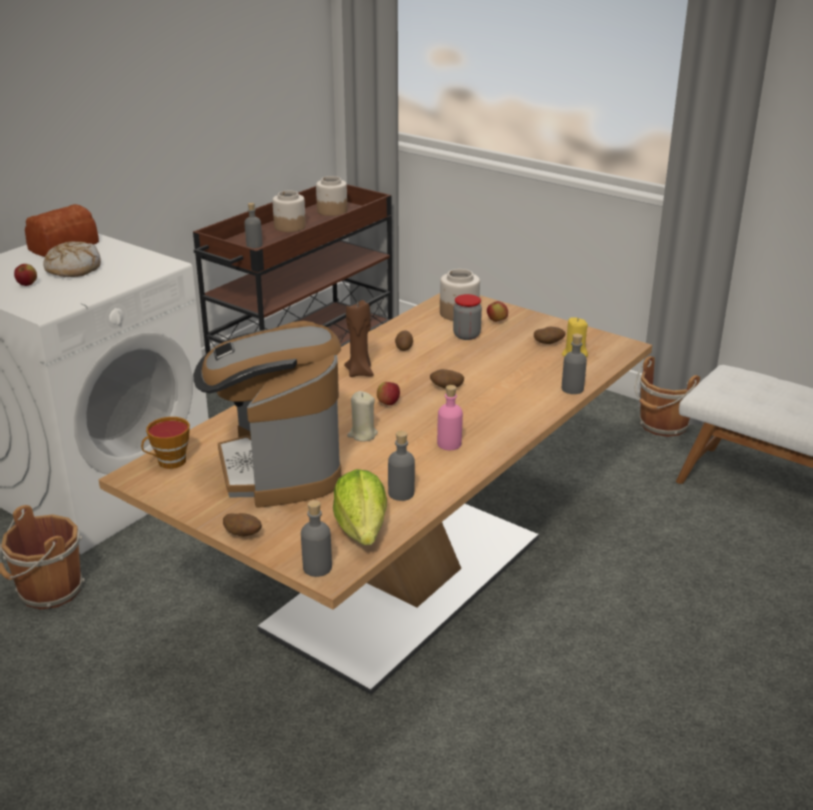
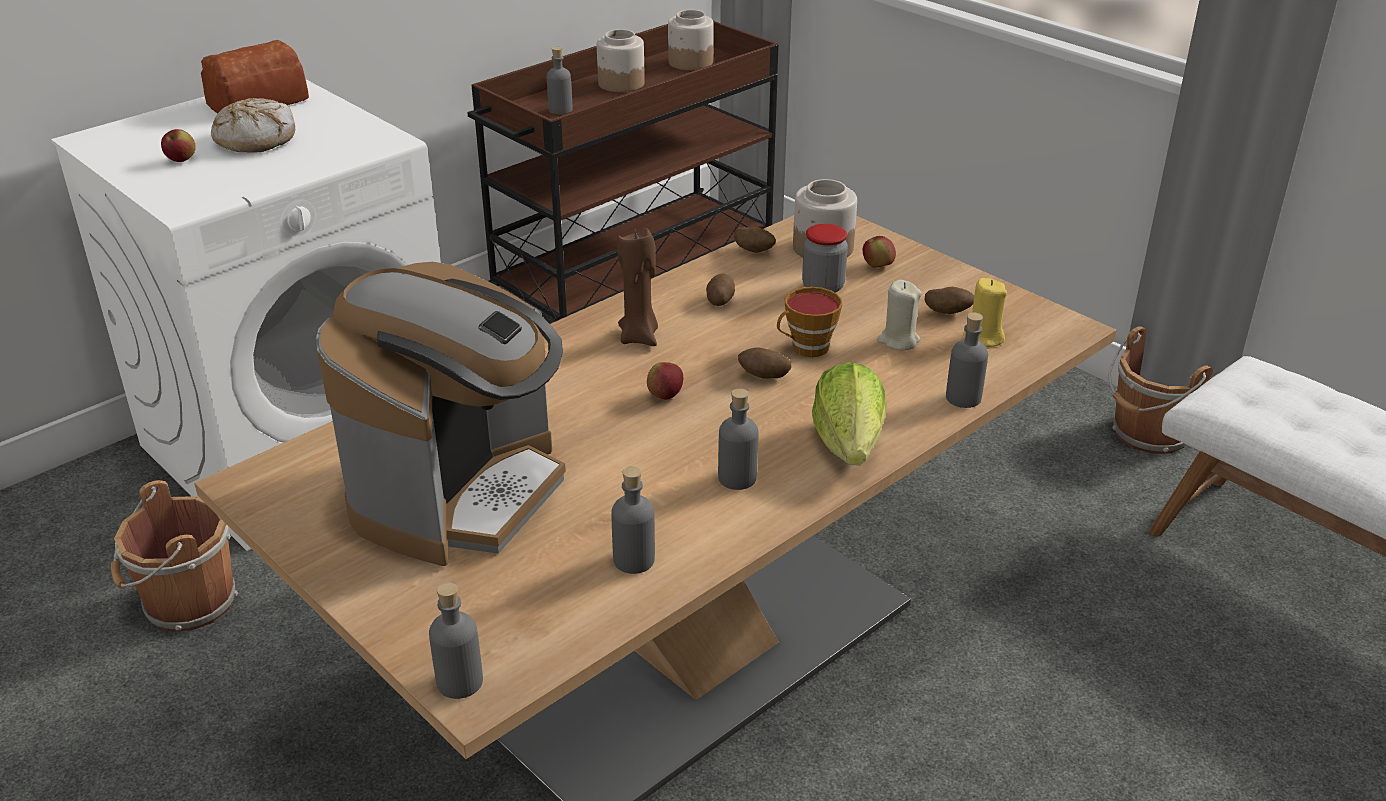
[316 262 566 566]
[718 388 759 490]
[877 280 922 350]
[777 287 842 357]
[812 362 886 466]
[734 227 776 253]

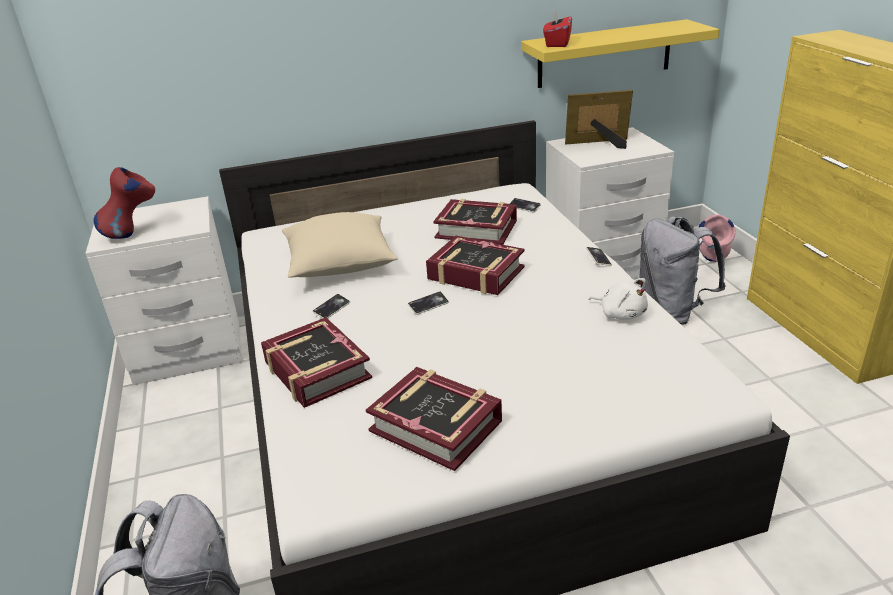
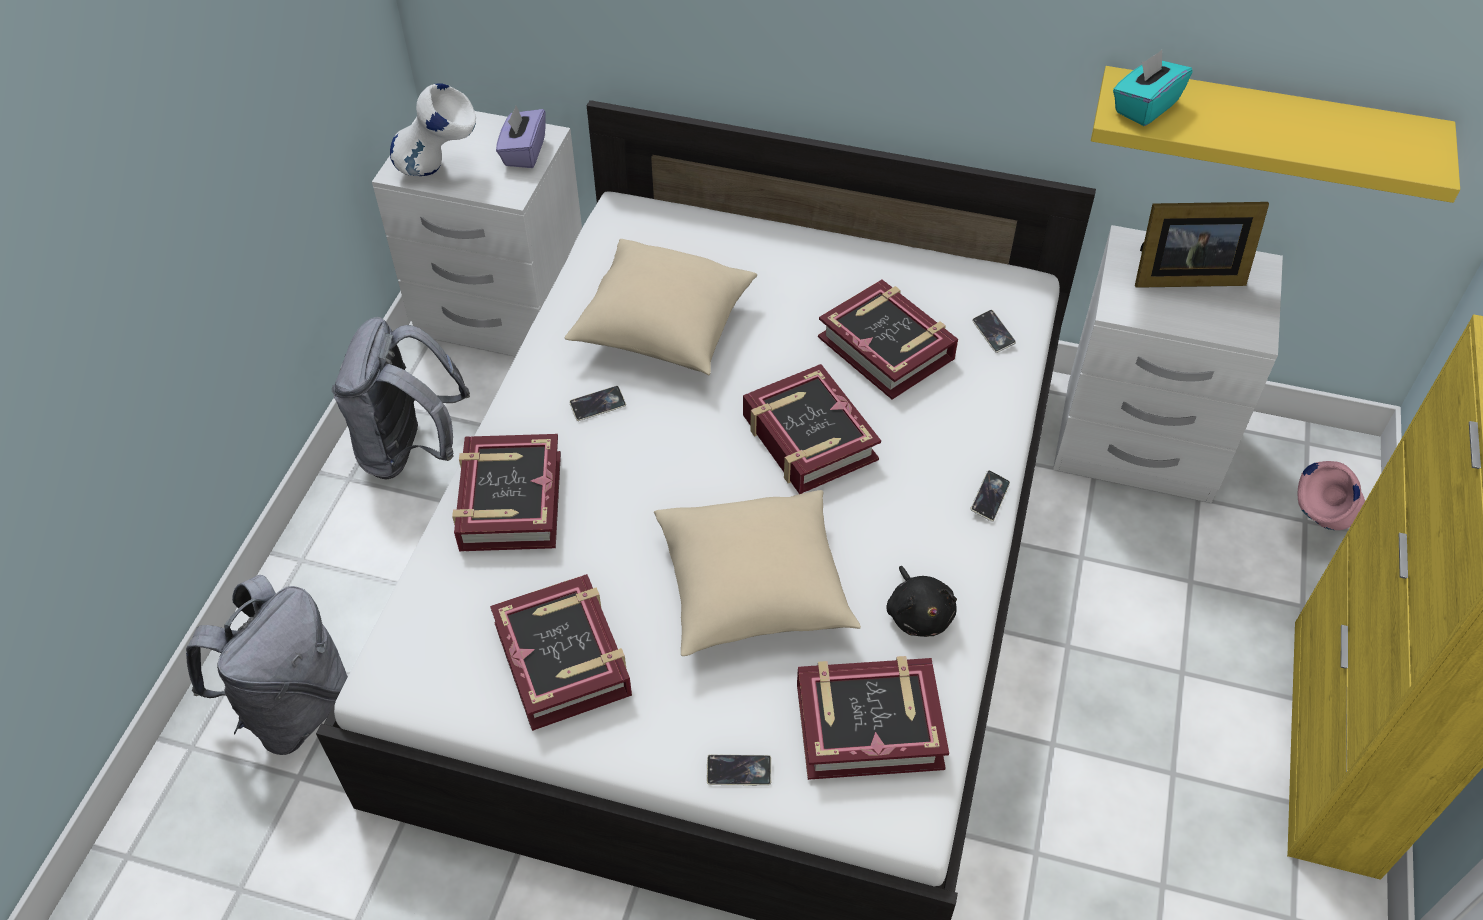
[1113 50 1192 126]
[1135 202 1269 288]
[390 83 476 176]
[332 317 470 479]
[886 566 957 637]
[707 754 772 786]
[496 106 546 168]
[654 490 861 656]
[797 656 949 780]

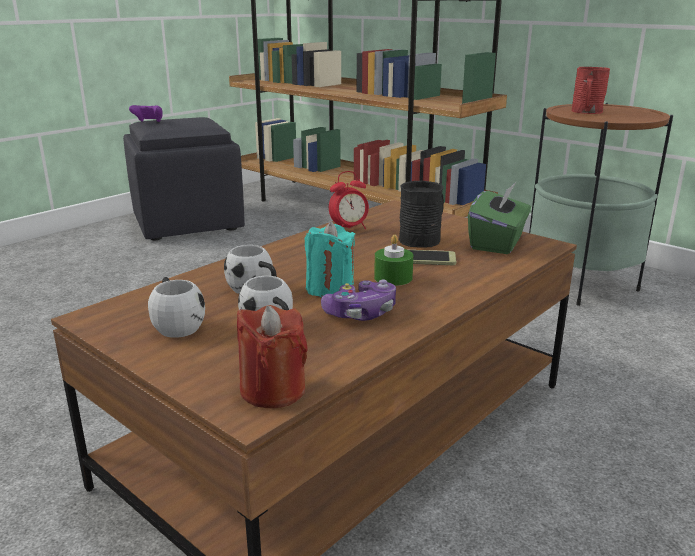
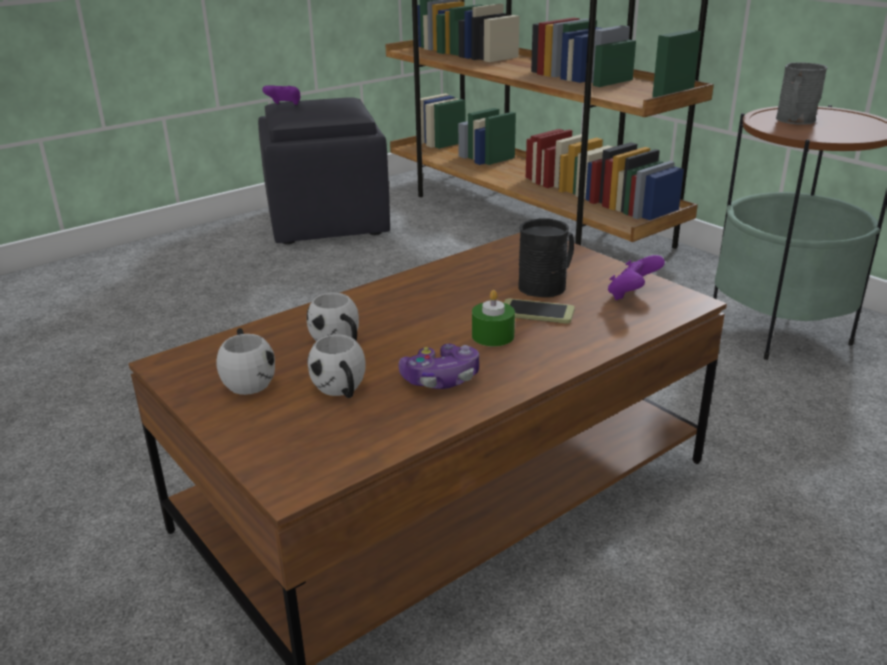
[776 62 827 125]
[329 171 369 229] (first image)
[608 255 665 300]
[304 221 355 297] (first image)
[237 305 308 408] (first image)

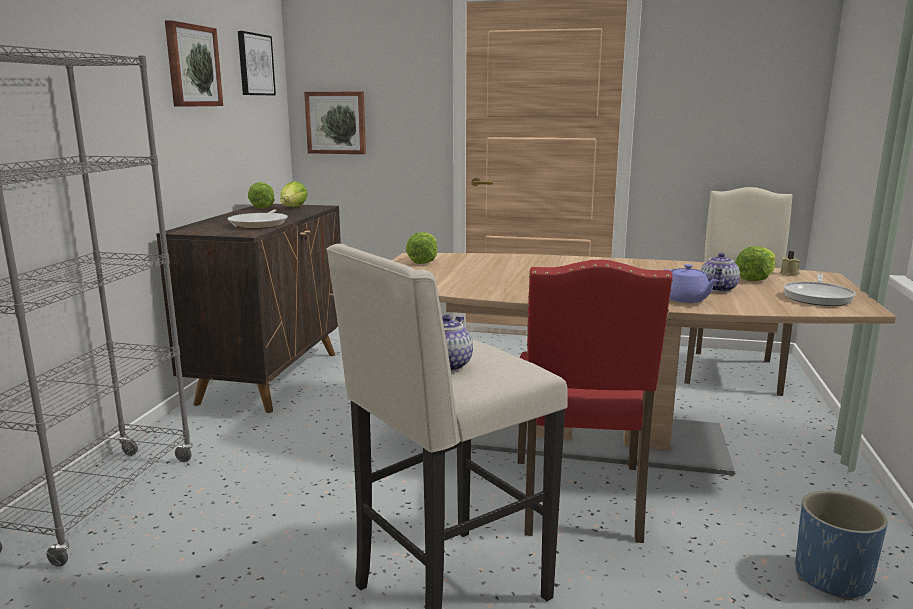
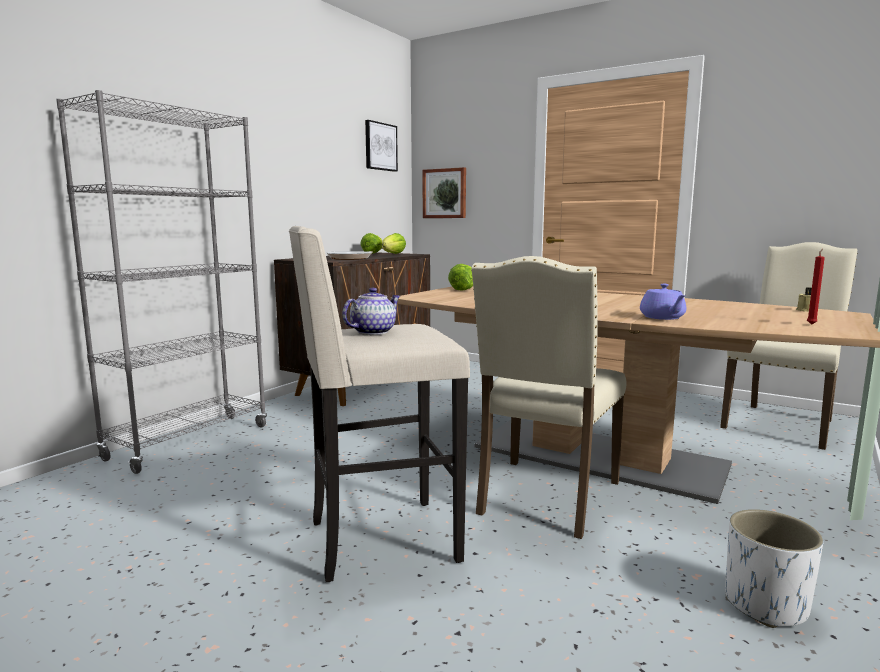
[165 20 223 107] (first image)
[735 246 775 281] (first image)
[701 253 740 292] (first image)
[471 256 626 539]
[807 249 825 325]
[725 509 823 628]

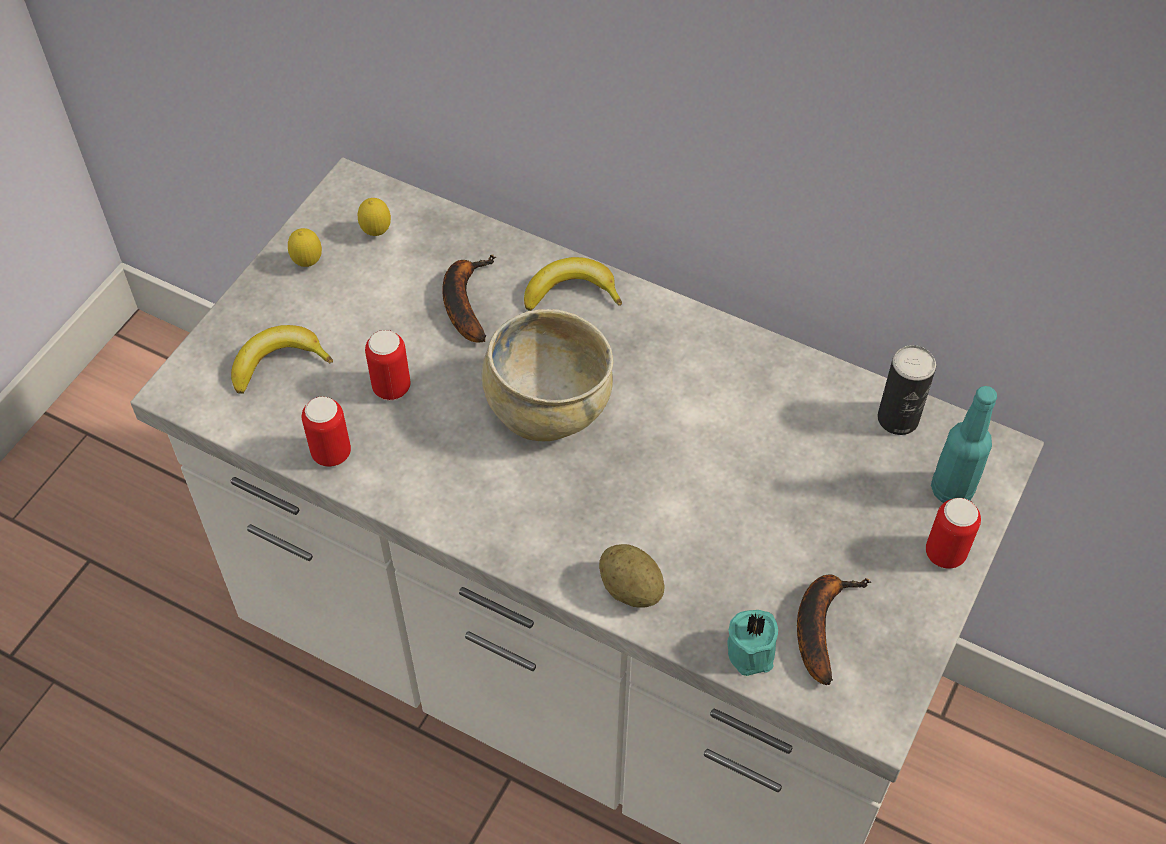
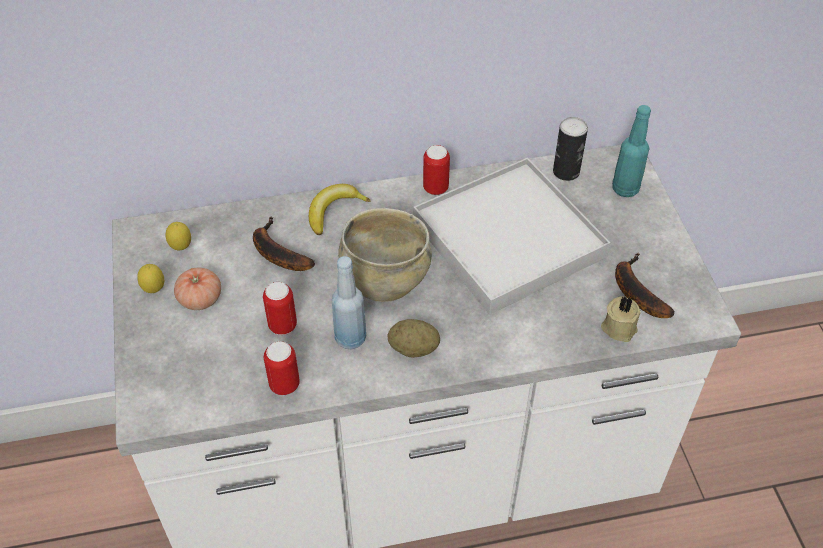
[231 325 333 394] (first image)
[423 145 450 195]
[387 319 440 358]
[601 296 641 342]
[414 158 610 314]
[332 256 366 349]
[174 268 221 310]

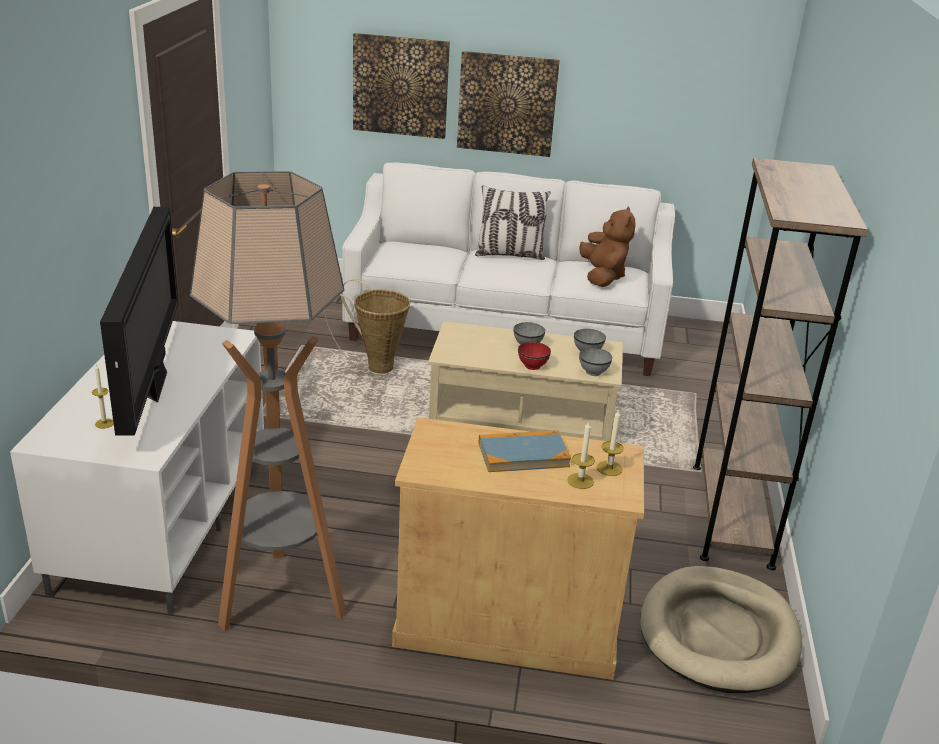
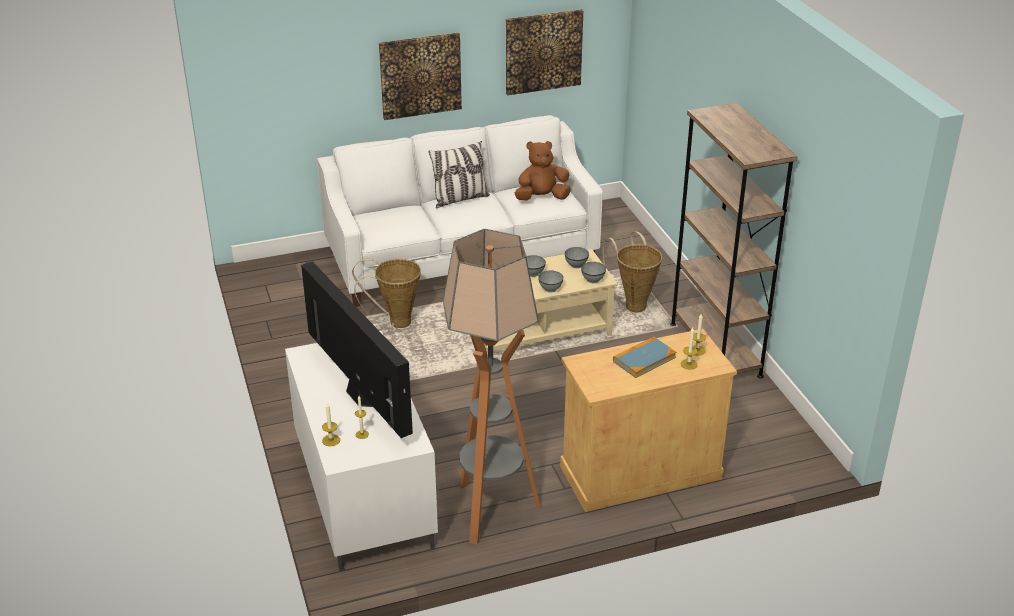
[506 9 583 95]
[515 141 571 201]
[538 271 563 293]
[640 566 802 693] (first image)
[603 231 662 312]
[322 403 340 446]

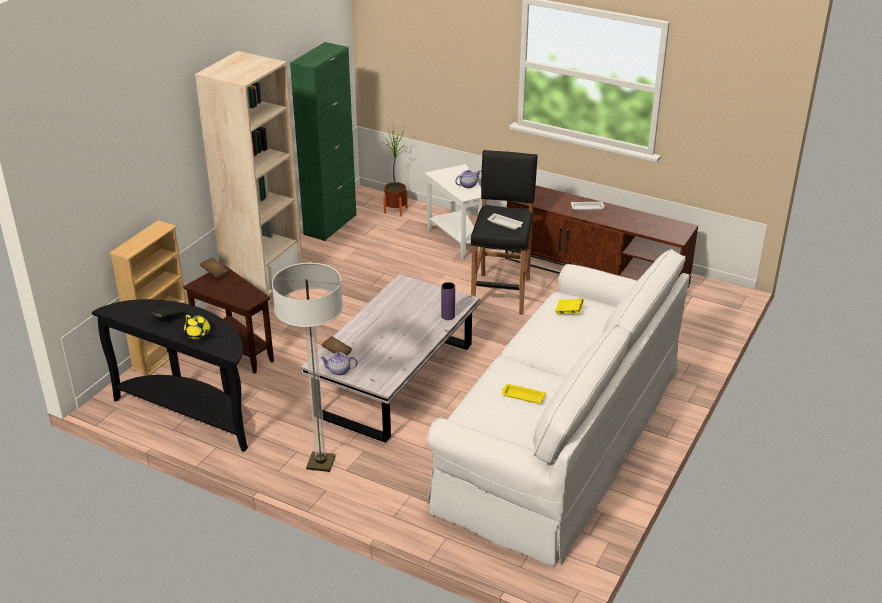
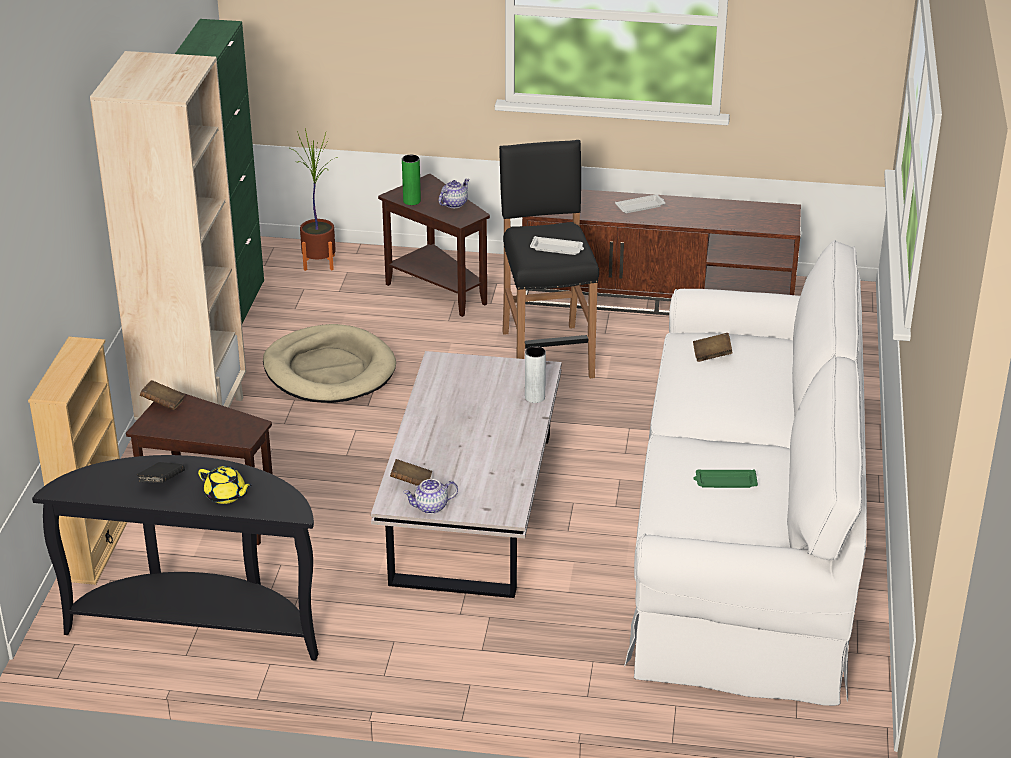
[378 174 490 317]
[272 263 343 472] (first image)
[525 346 546 403]
[693 333 733 362]
[693 469 758 488]
[402 155 421 205]
[263 324 396 403]

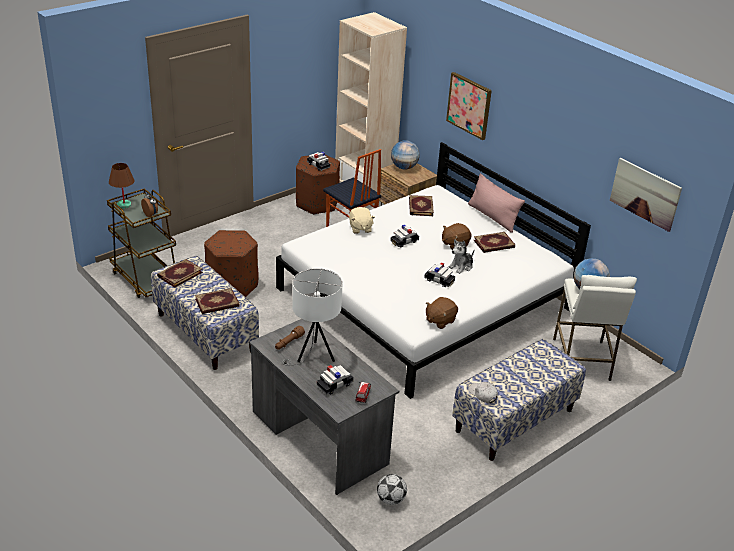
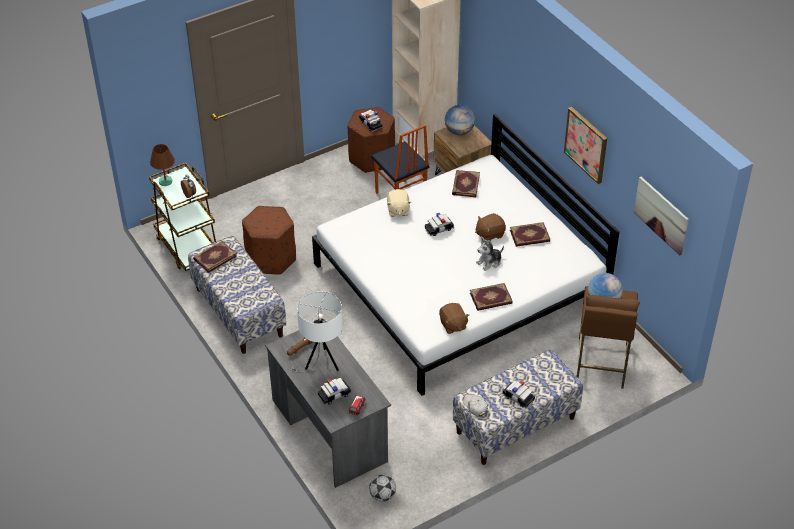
[564 107 607 184]
[468 174 525 233] (first image)
[503 381 535 408]
[577 286 640 389]
[470 283 513 311]
[439 303 469 334]

